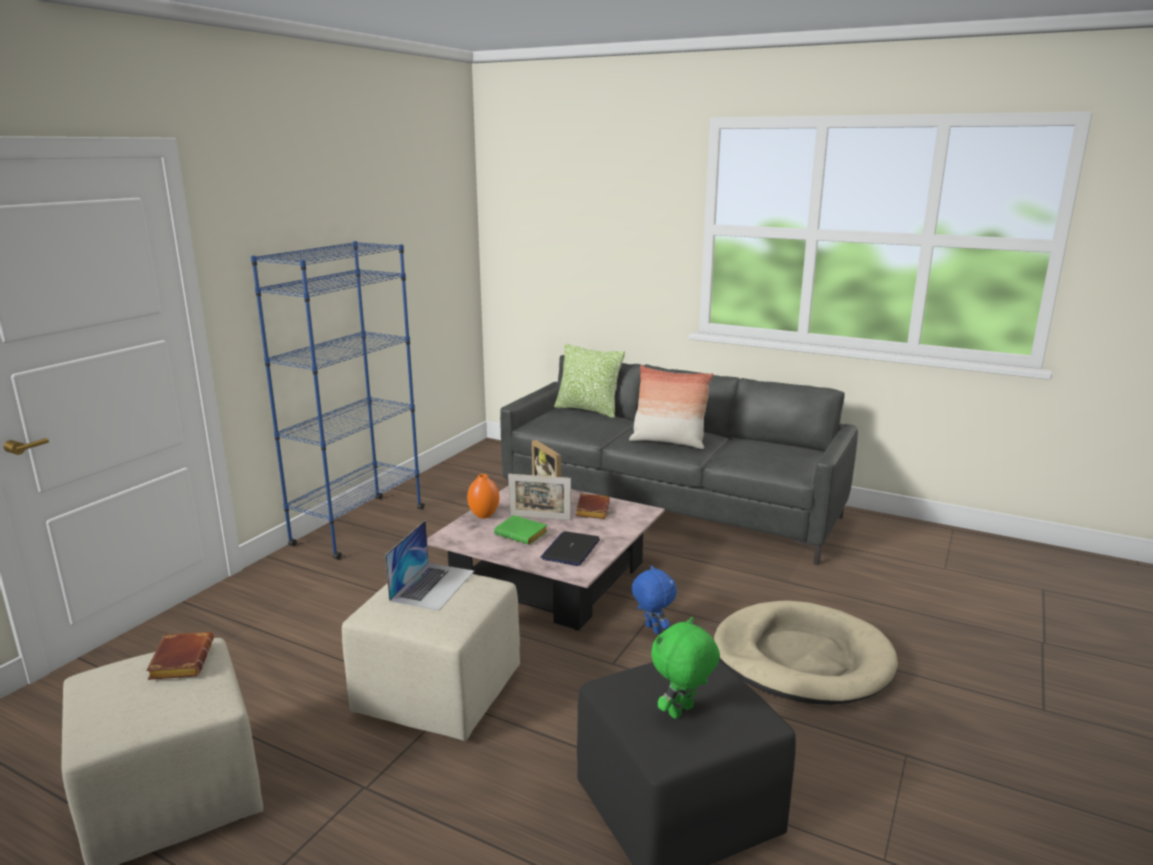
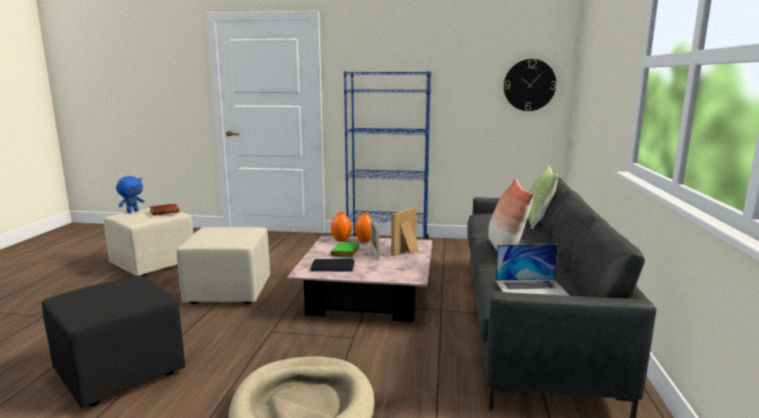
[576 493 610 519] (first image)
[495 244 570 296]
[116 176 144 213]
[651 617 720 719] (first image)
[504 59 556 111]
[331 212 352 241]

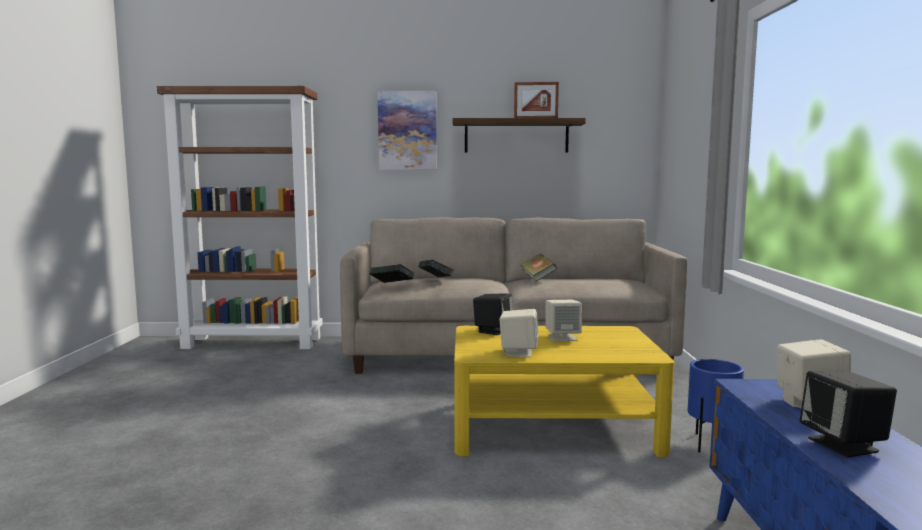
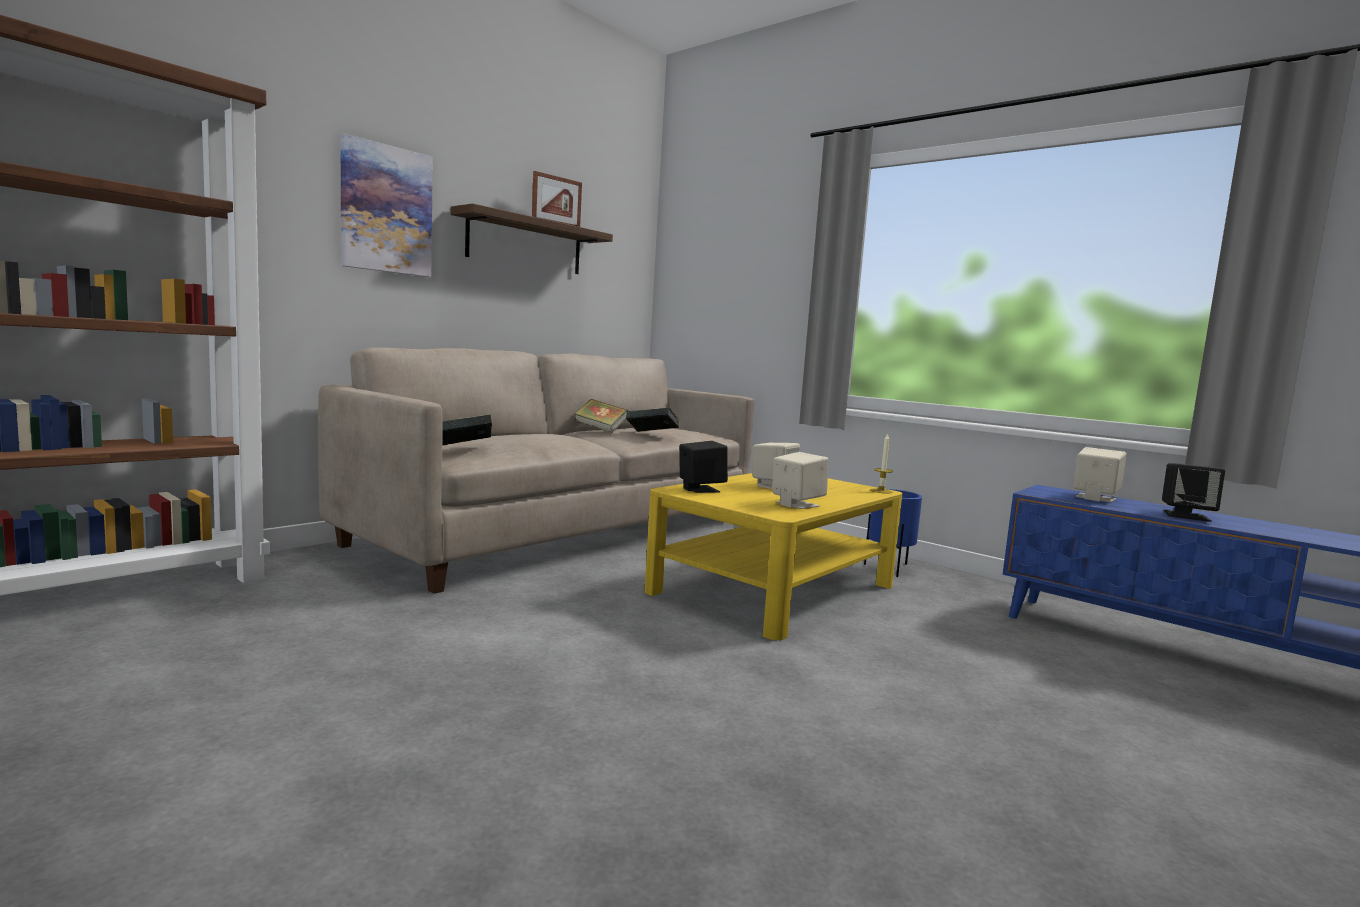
[626 408 679 432]
[870 433 893 494]

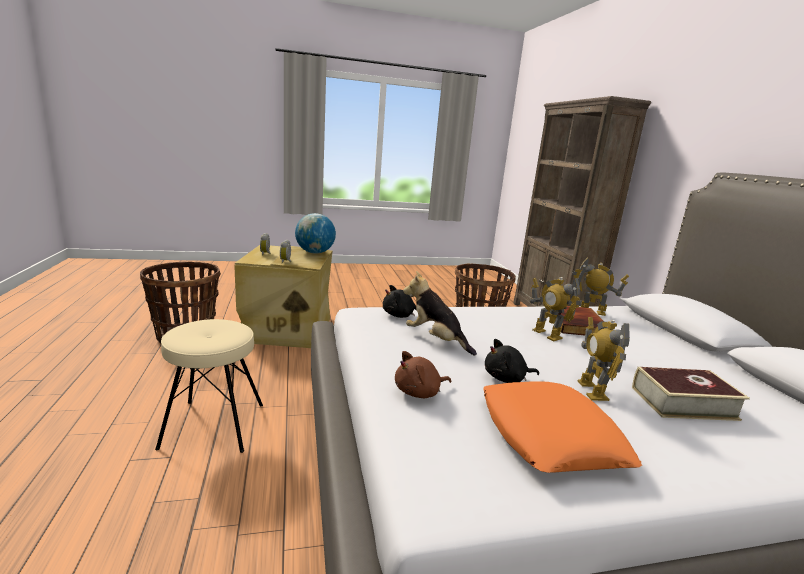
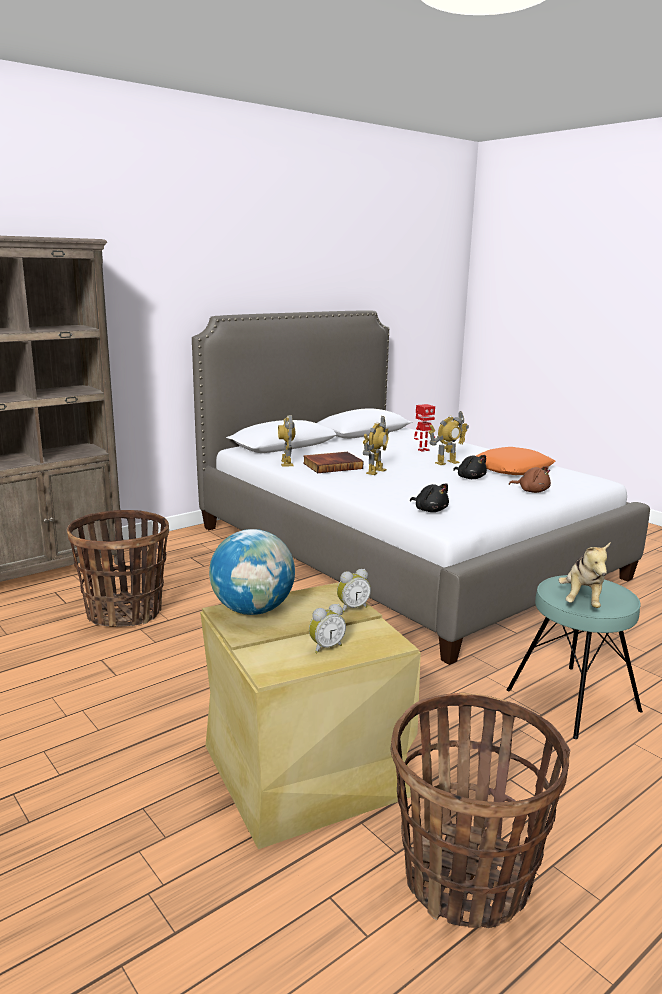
[559 542 611 608]
[506 575 643 739]
[414 404 435 452]

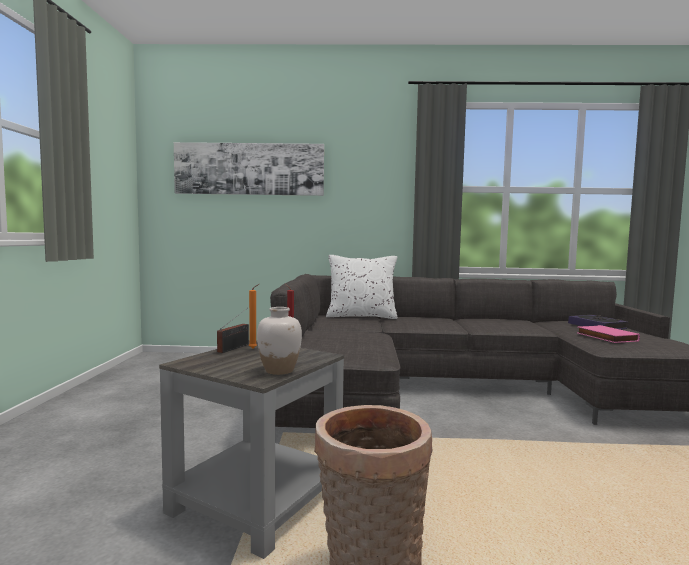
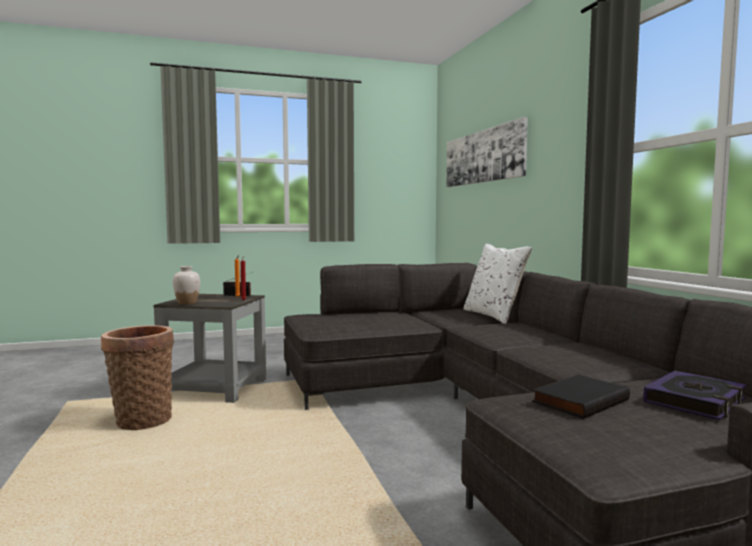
[532 374 630 419]

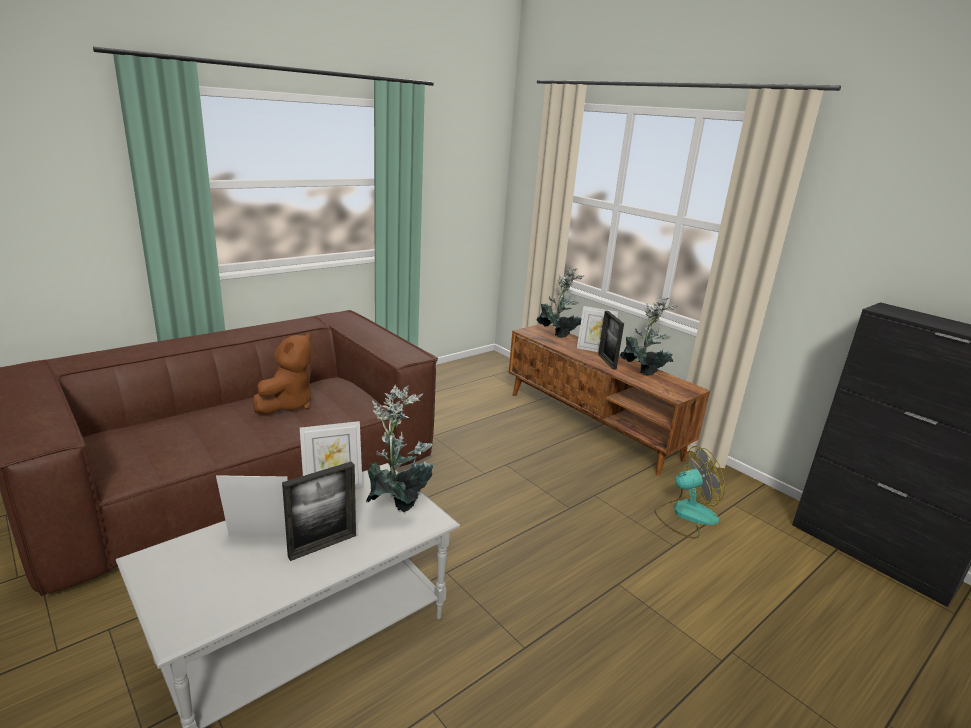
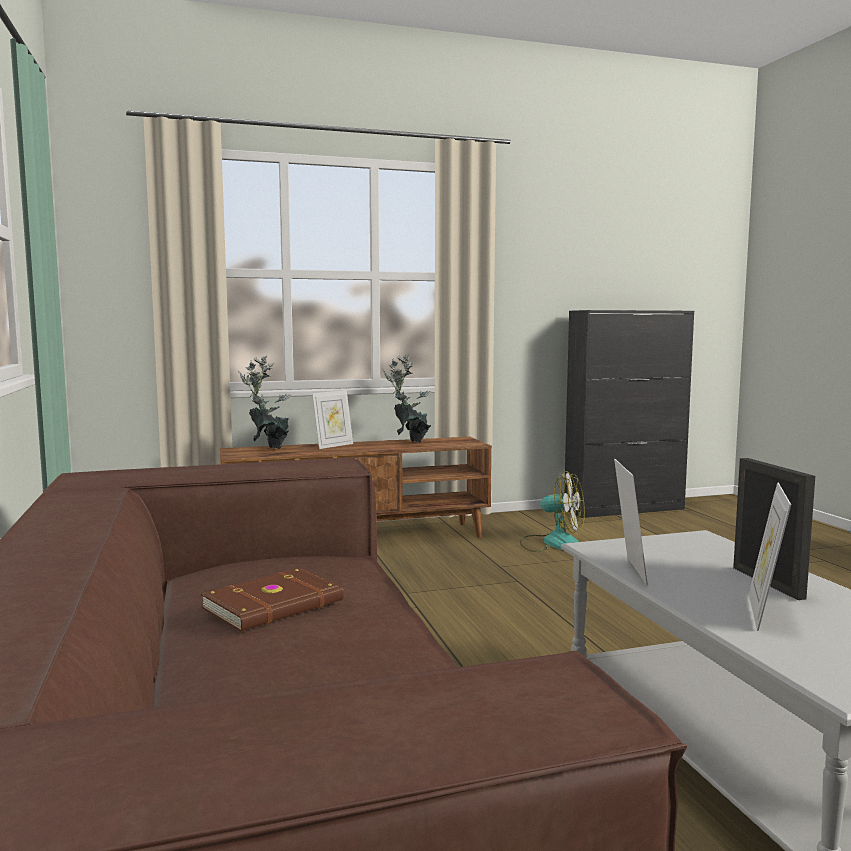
[598 311 624 370] (first image)
[201 568 344 631]
[366 384 434 512] (first image)
[520 471 585 552]

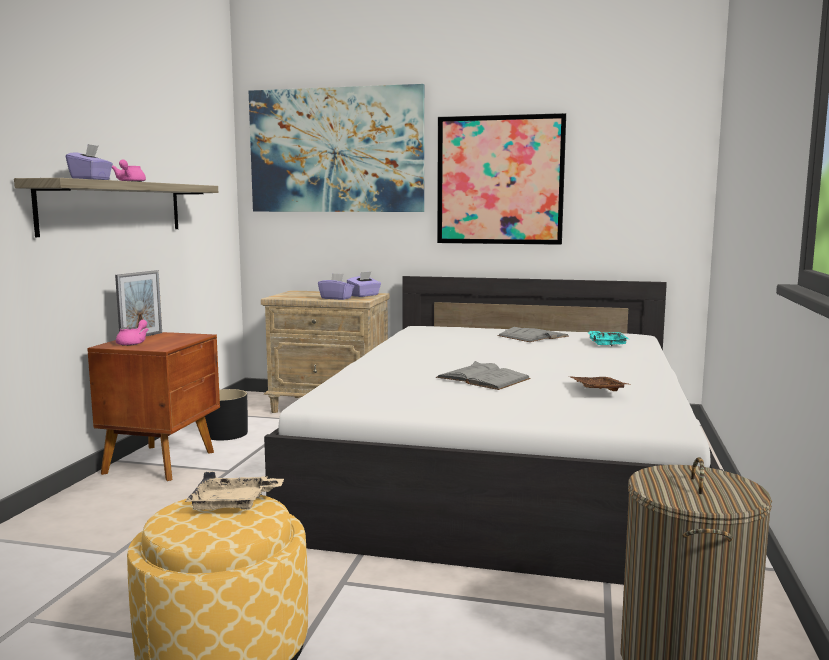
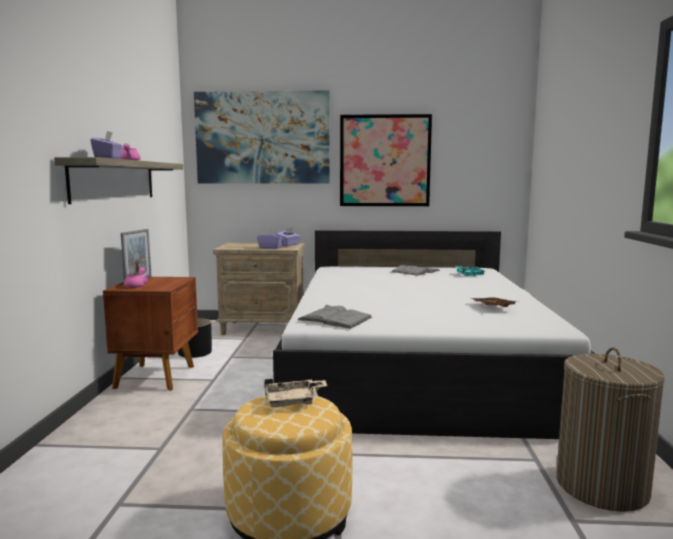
[297 304 372 329]

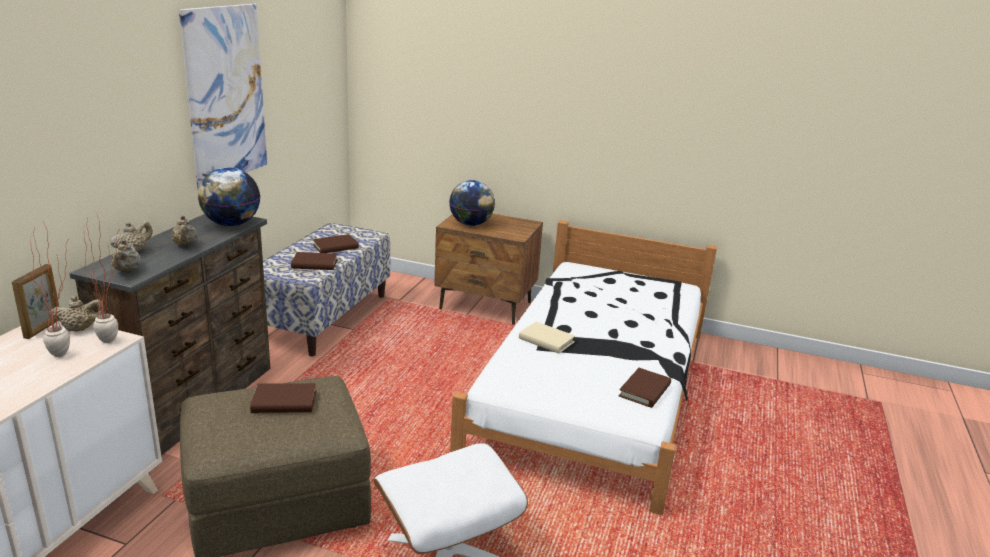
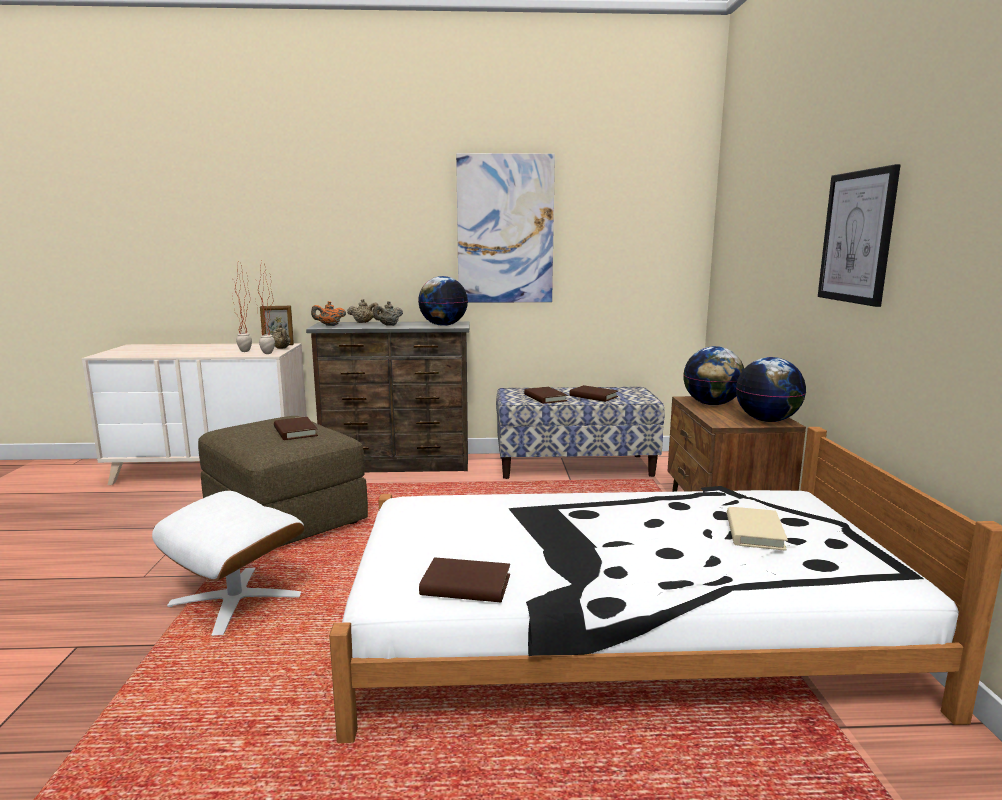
[311 301 346 326]
[727 507 788 551]
[818 164 900 307]
[736 357 806 422]

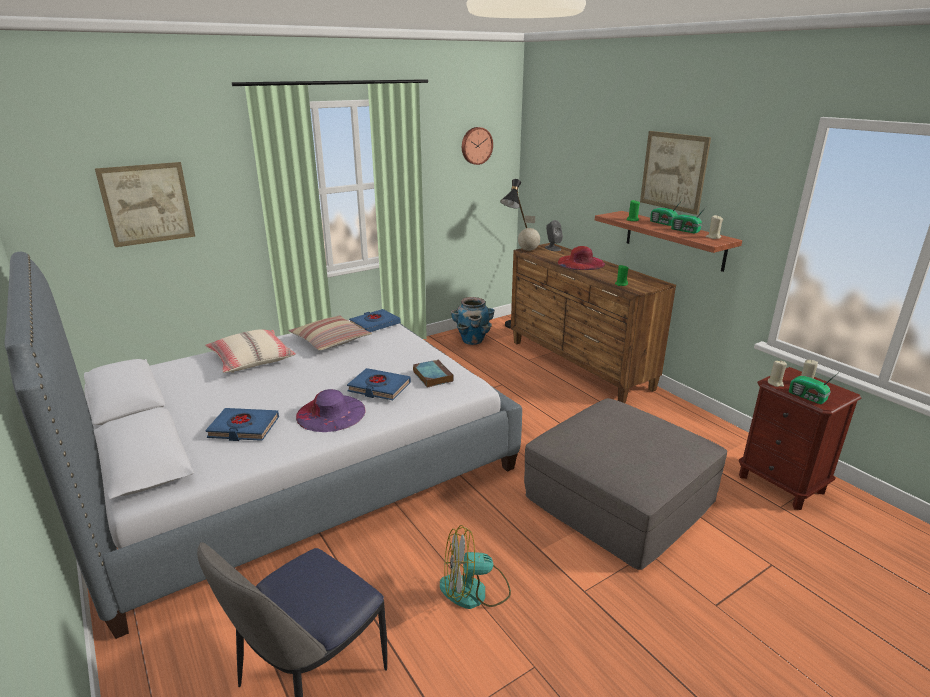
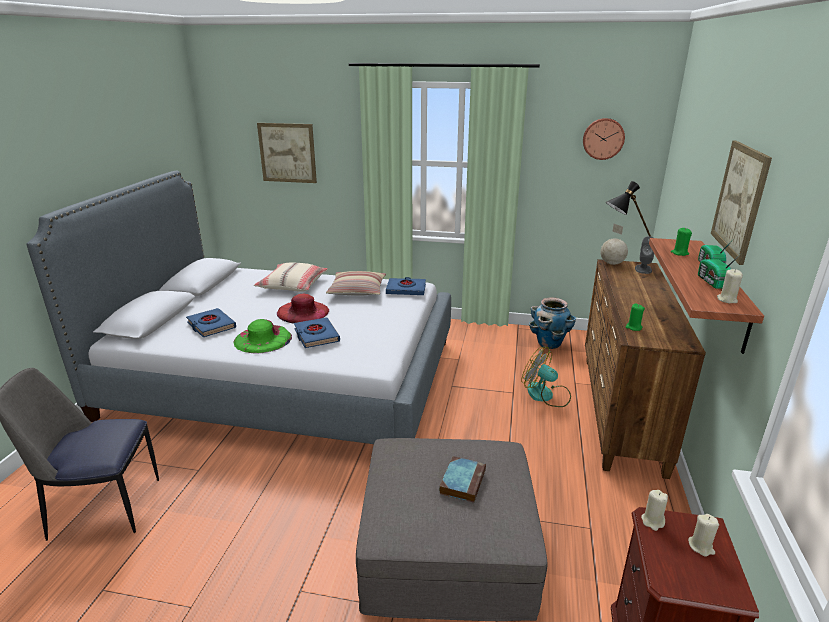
[277 294 329 324]
[439 456 486 503]
[789 373 838 404] (first image)
[233 319 292 353]
[521 347 571 407]

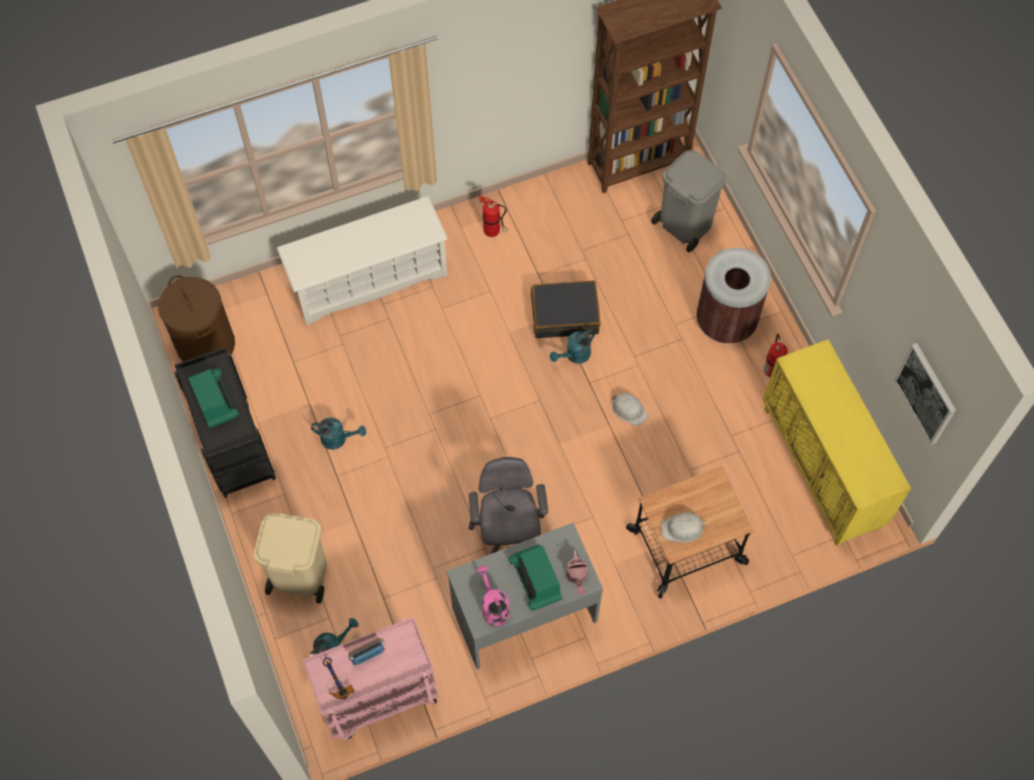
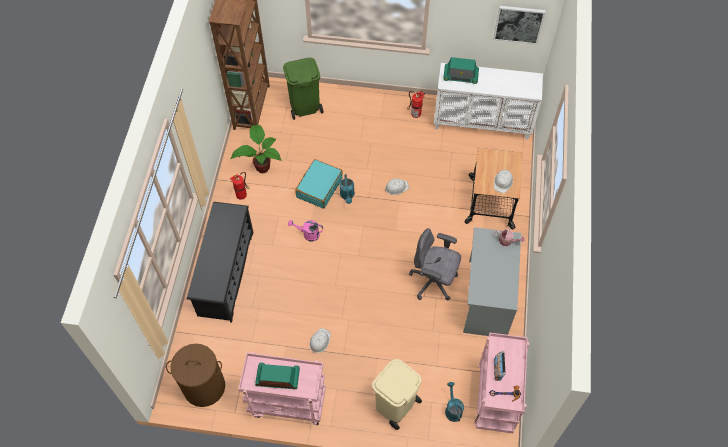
[283 58 324 120]
[187 202 253 323]
[696 248 771 344] (first image)
[295 159 343 209]
[434 63 543 140]
[238 352 326 425]
[309 328 331 353]
[443 57 479 84]
[288 220 323 242]
[231 125 282 173]

